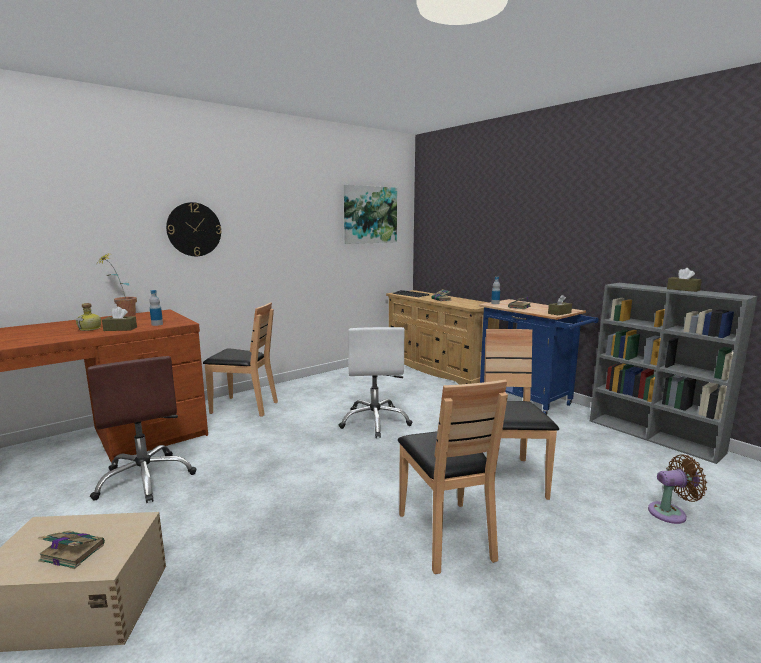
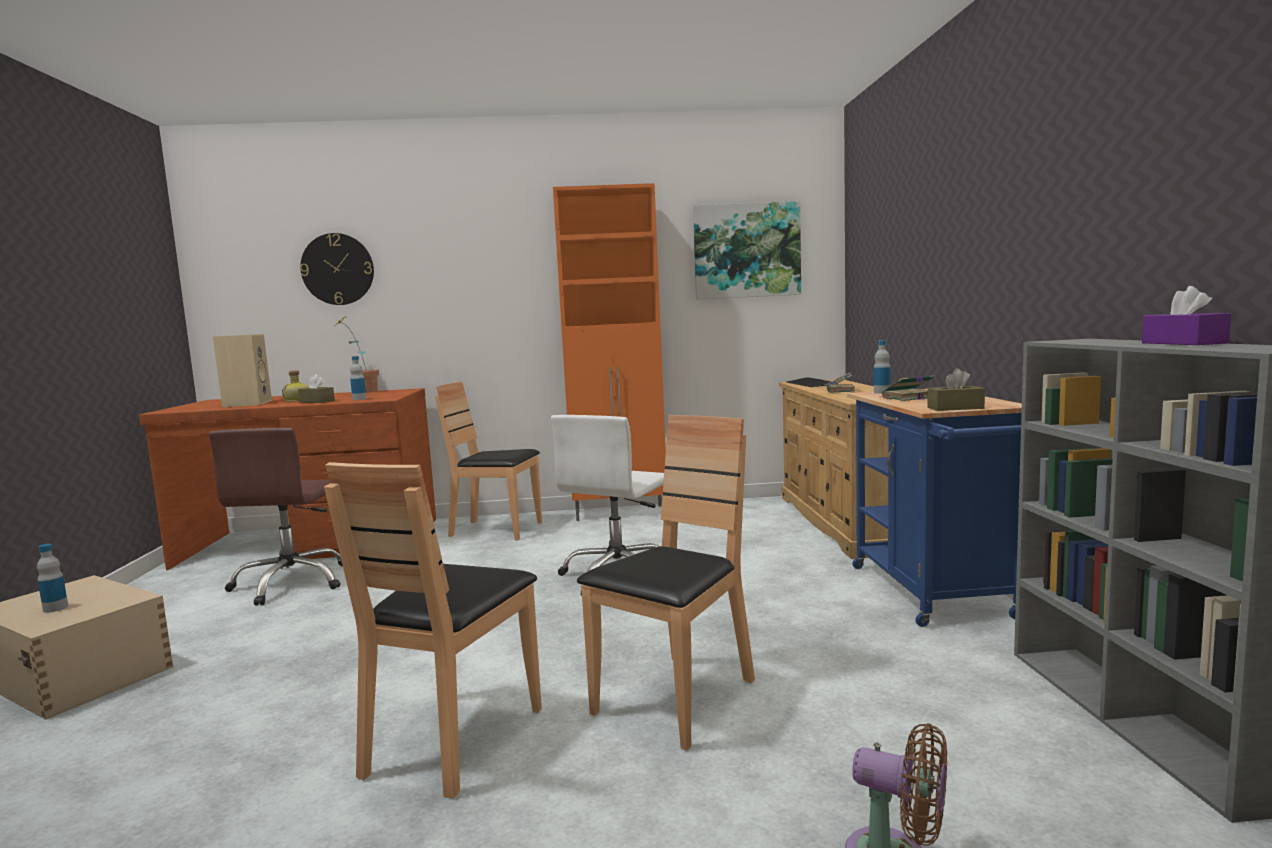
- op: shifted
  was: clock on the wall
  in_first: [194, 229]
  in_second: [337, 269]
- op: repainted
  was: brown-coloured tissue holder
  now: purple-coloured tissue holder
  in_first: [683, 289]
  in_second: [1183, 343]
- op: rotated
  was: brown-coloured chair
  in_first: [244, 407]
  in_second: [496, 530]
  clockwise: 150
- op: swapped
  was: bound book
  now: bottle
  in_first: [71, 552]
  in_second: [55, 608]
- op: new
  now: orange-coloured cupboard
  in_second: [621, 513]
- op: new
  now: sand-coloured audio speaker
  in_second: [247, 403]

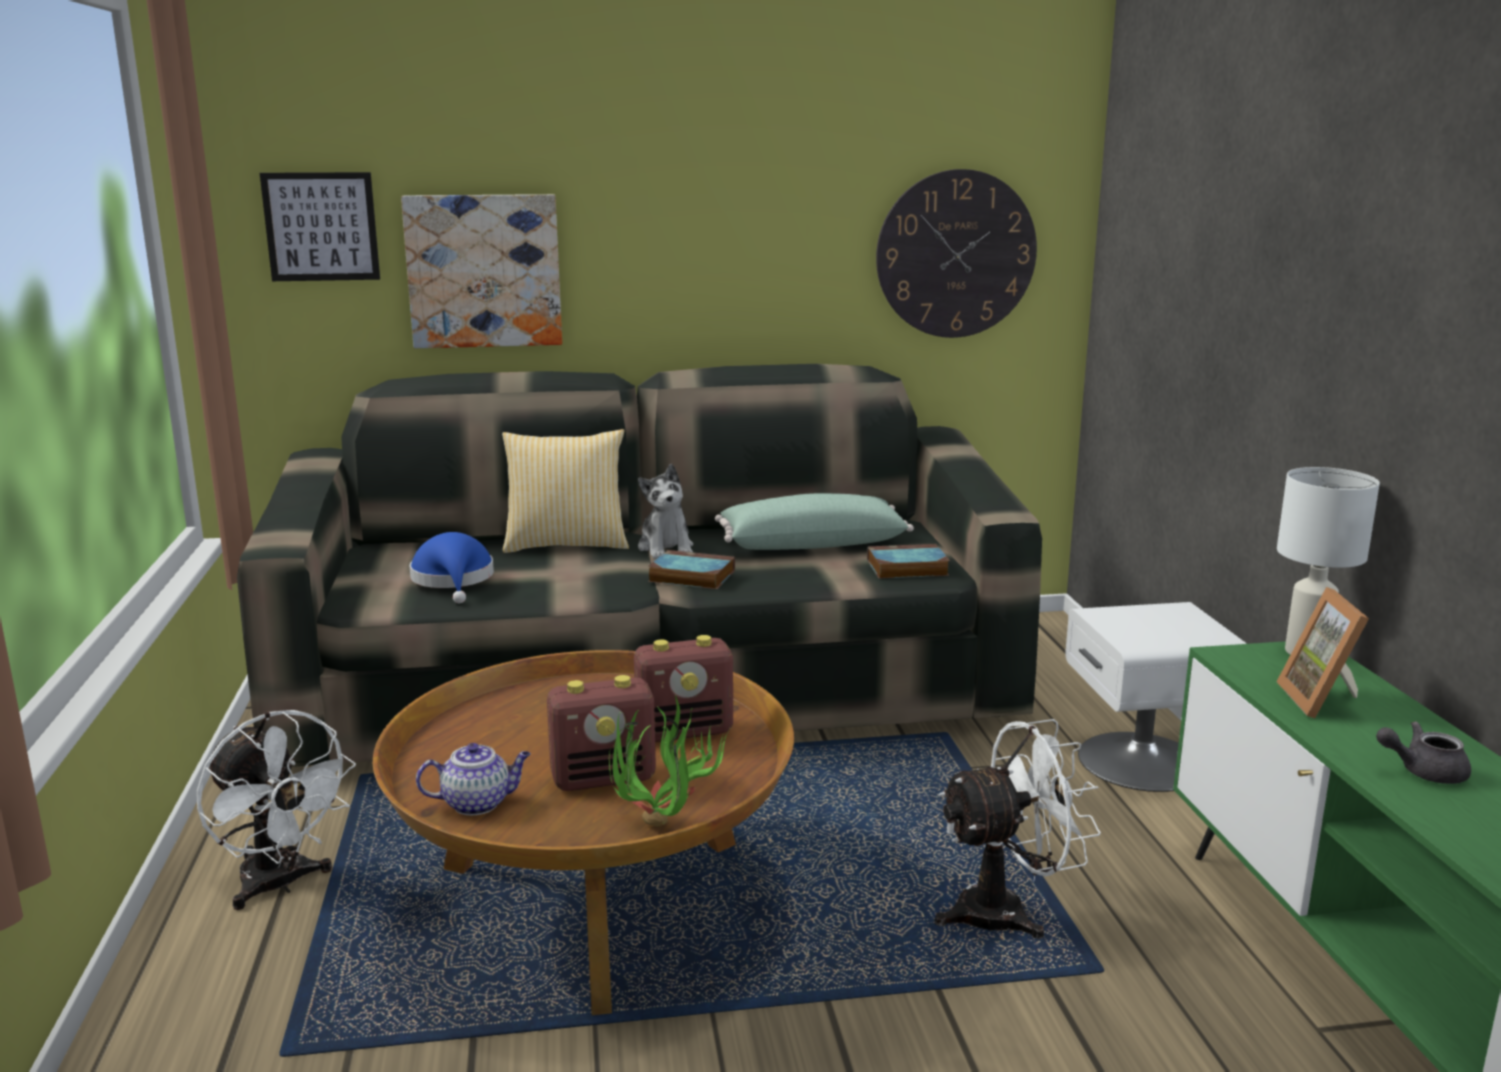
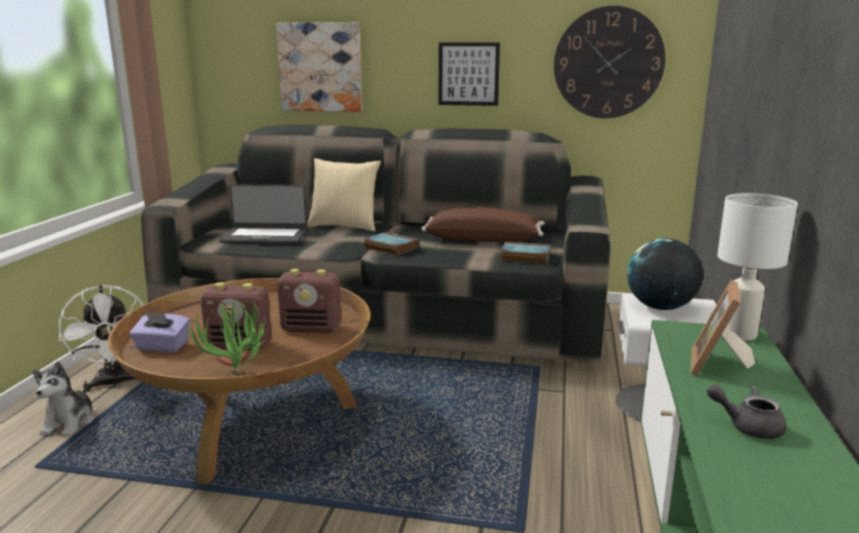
- op: shifted
  was: picture
  in_first: [321, 226]
  in_second: [468, 74]
- op: shifted
  was: cuddly toy
  in_first: [666, 548]
  in_second: [70, 422]
- op: repainted
  was: green throw pillow
  now: brown-coloured throw pillow
  in_first: [812, 544]
  in_second: [483, 239]
- op: swapped
  was: blue-coloured clothing hat
  now: portable computer
  in_first: [454, 580]
  in_second: [265, 236]
- op: gone
  was: whitish fan
  in_first: [1007, 911]
- op: swapped
  was: tea pot
  now: purple-coloured tissue holder
  in_first: [478, 803]
  in_second: [162, 347]
- op: new
  now: world globe
  in_second: [660, 307]

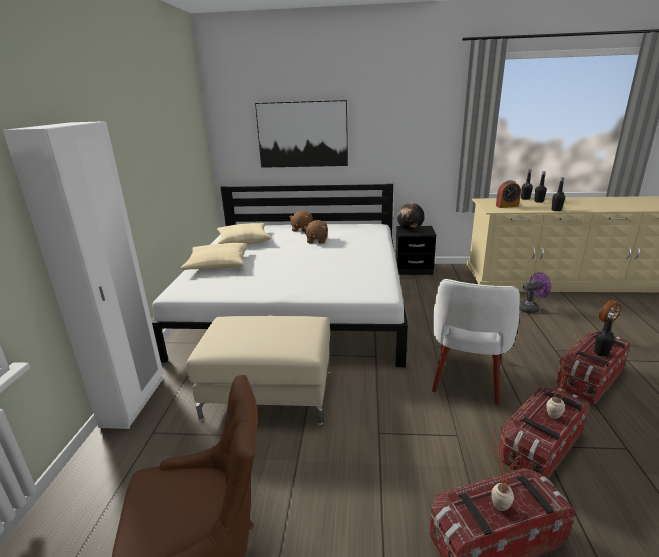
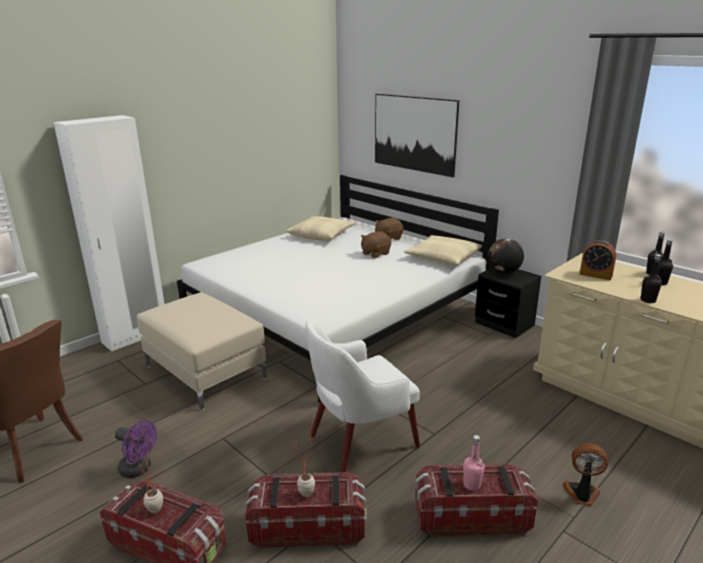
- op: shifted
  was: sand-coloured throw pillow
  in_first: [217, 264]
  in_second: [443, 257]
- op: shifted
  was: purple-coloured fan
  in_first: [531, 308]
  in_second: [139, 469]
- op: repainted
  was: black-coloured bottle
  now: pink bottle
  in_first: [601, 353]
  in_second: [472, 484]

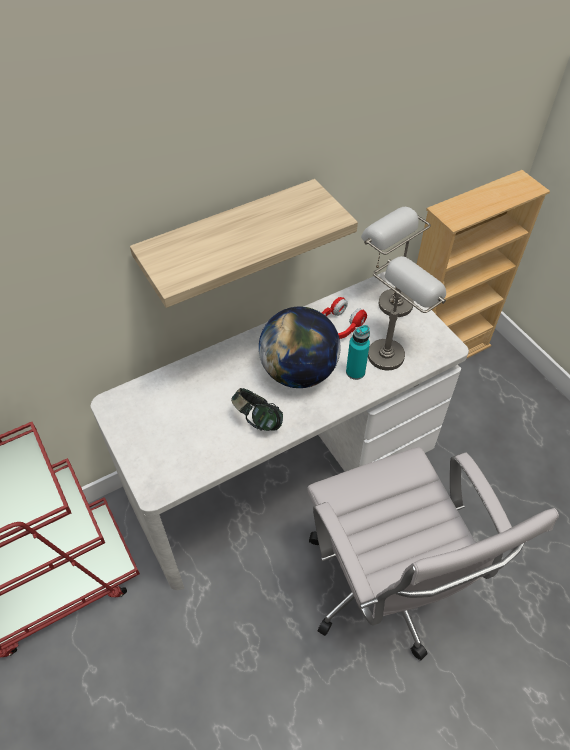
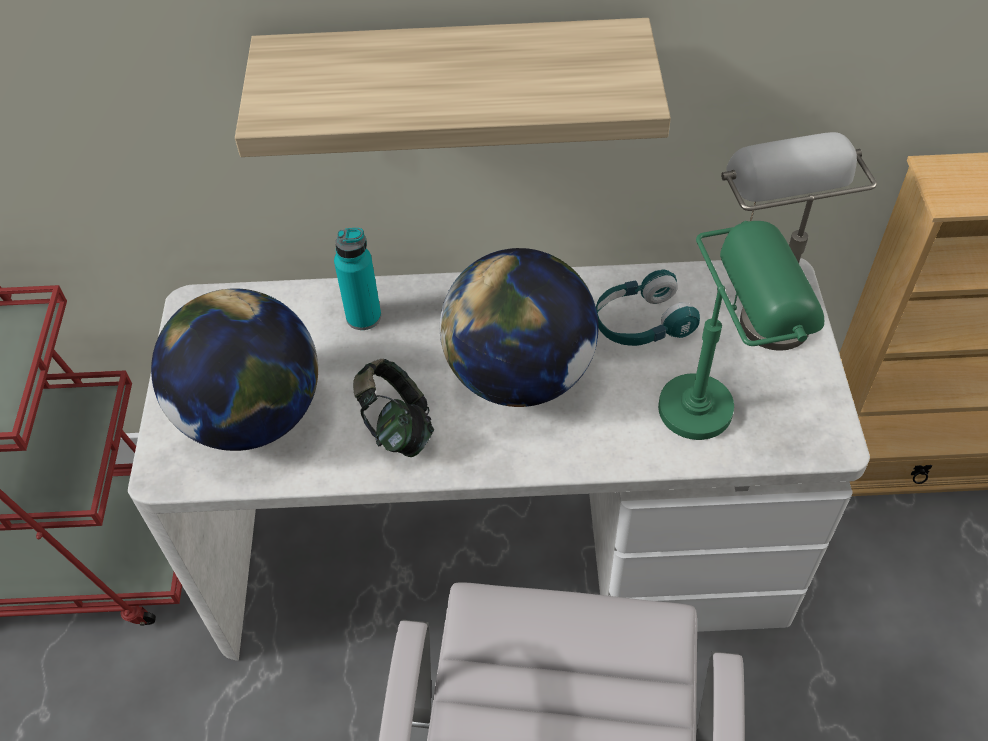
- op: repainted
  was: grey tabletop lamp
  now: green tabletop lamp
  in_first: [394, 348]
  in_second: [719, 402]
- op: repainted
  was: red-coloured pair of headphones
  now: turquoise-coloured pair of headphones
  in_first: [338, 326]
  in_second: [641, 323]
- op: shifted
  was: turquoise-coloured bottle
  in_first: [355, 372]
  in_second: [363, 317]
- op: new
  now: world globe
  in_second: [253, 416]

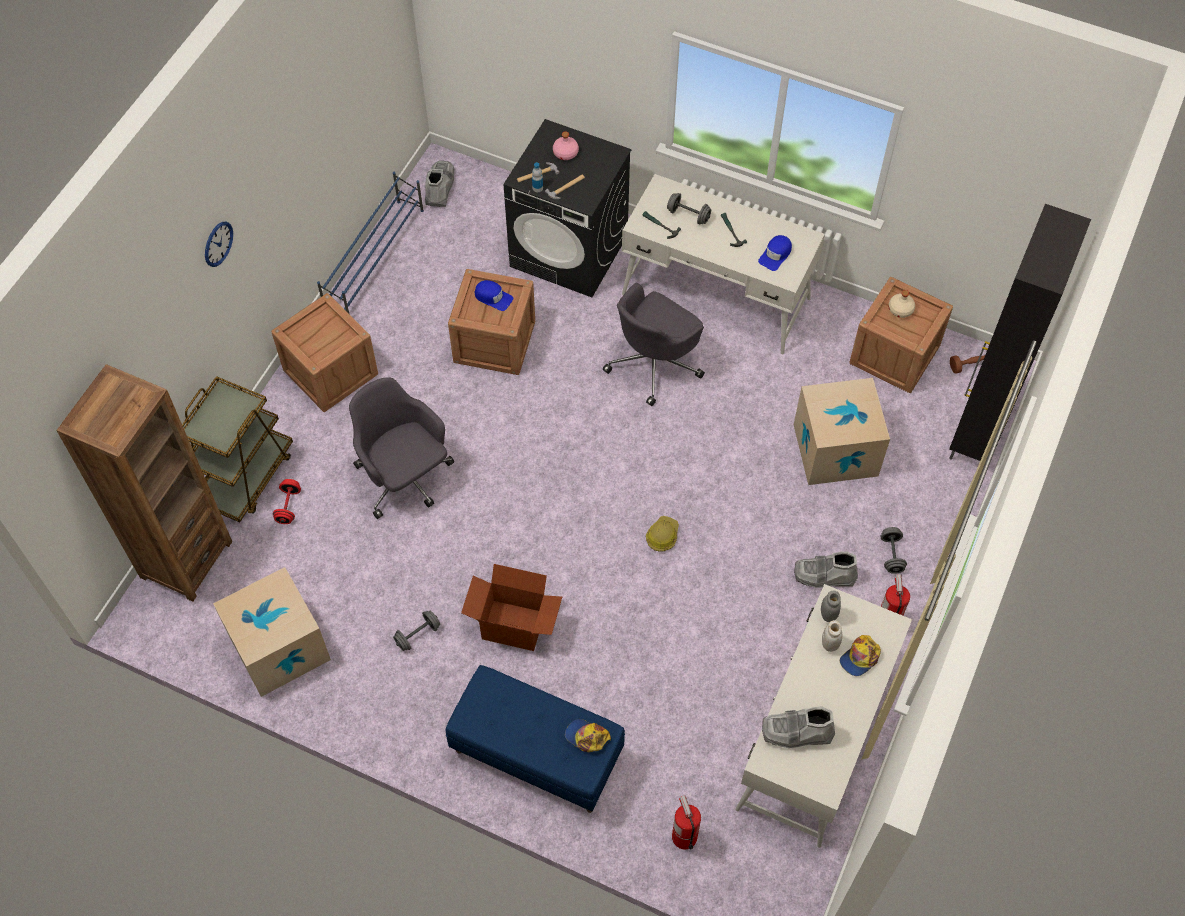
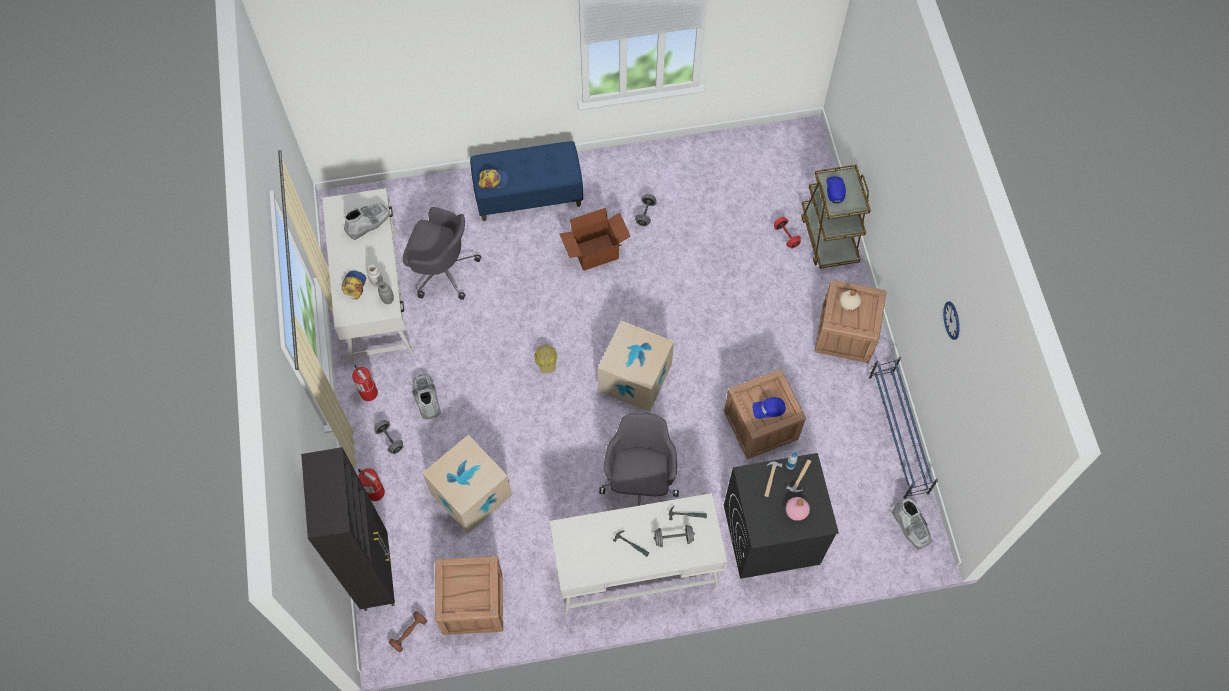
- op: shifted
  was: clock on the wall
  in_first: [218, 244]
  in_second: [952, 320]
- op: shifted
  was: blue-coloured cap
  in_first: [775, 255]
  in_second: [835, 190]
- op: shifted
  was: sand-coloured bottle
  in_first: [900, 310]
  in_second: [849, 302]
- op: gone
  was: brown-coloured bookshelf
  in_first: [186, 559]
- op: shifted
  was: grey desk chair
  in_first: [405, 478]
  in_second: [442, 270]
- op: rotated
  was: grey tall boot
  in_first: [824, 575]
  in_second: [426, 398]
  clockwise: -75
- op: shifted
  was: cardboard box
  in_first: [279, 647]
  in_second: [635, 378]
- op: shifted
  was: extinguisher
  in_first: [684, 836]
  in_second: [376, 492]

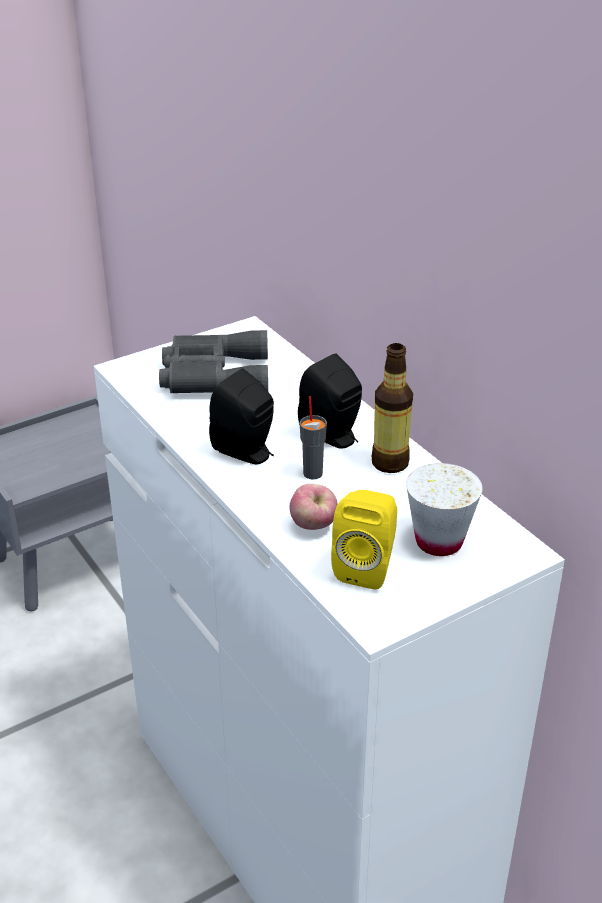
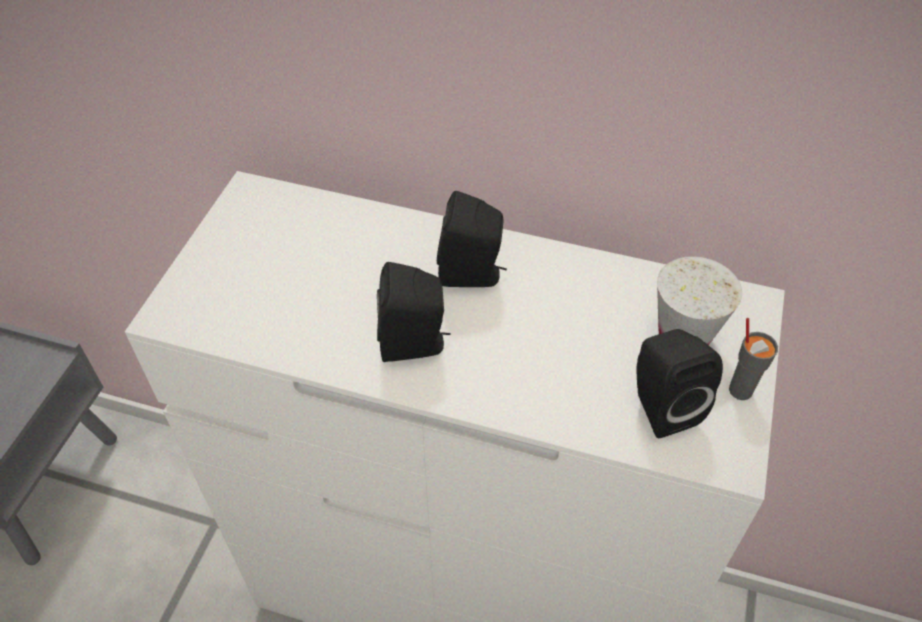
- op: gone
  was: grey pair of binoculars
  in_first: [212, 375]
- op: gone
  was: bottle
  in_first: [390, 463]
- op: shifted
  was: grey cup
  in_first: [313, 473]
  in_second: [740, 389]
- op: gone
  was: apple
  in_first: [313, 526]
- op: repainted
  was: yellow-coloured audio speaker
  now: black-coloured audio speaker
  in_first: [366, 567]
  in_second: [660, 406]

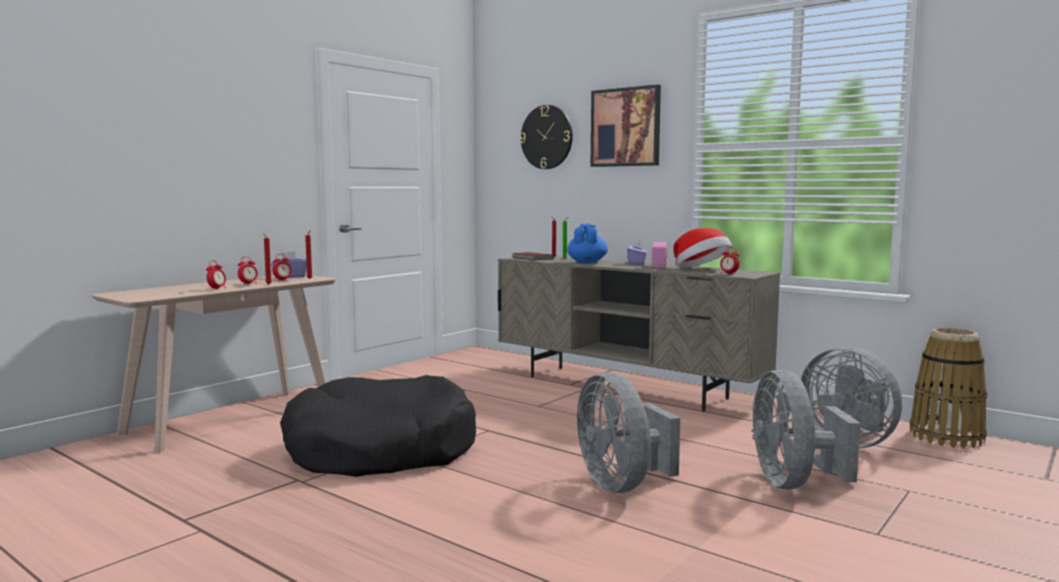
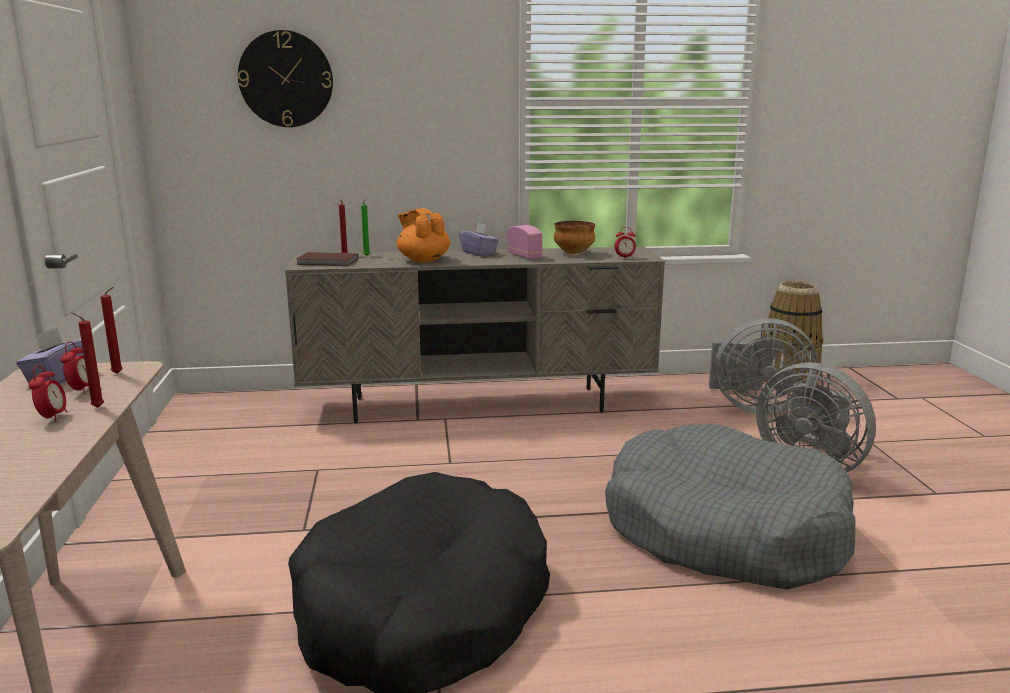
- op: gone
  was: picture
  in_first: [625, 127]
- op: repainted
  was: blue-coloured tea pot
  now: orange-coloured tea pot
  in_first: [587, 262]
  in_second: [423, 260]
- op: swapped
  was: clothing hat
  now: bowl
  in_first: [701, 269]
  in_second: [573, 253]
- op: gone
  was: table clock
  in_first: [216, 289]
- op: swapped
  was: grey fan
  now: grey dog cushion
  in_first: [622, 484]
  in_second: [724, 530]

